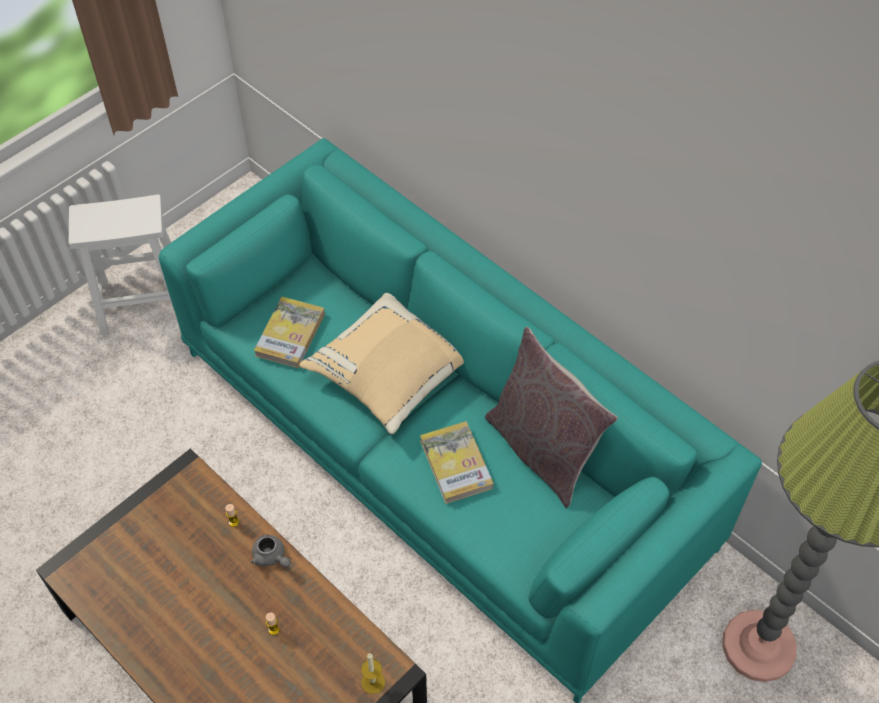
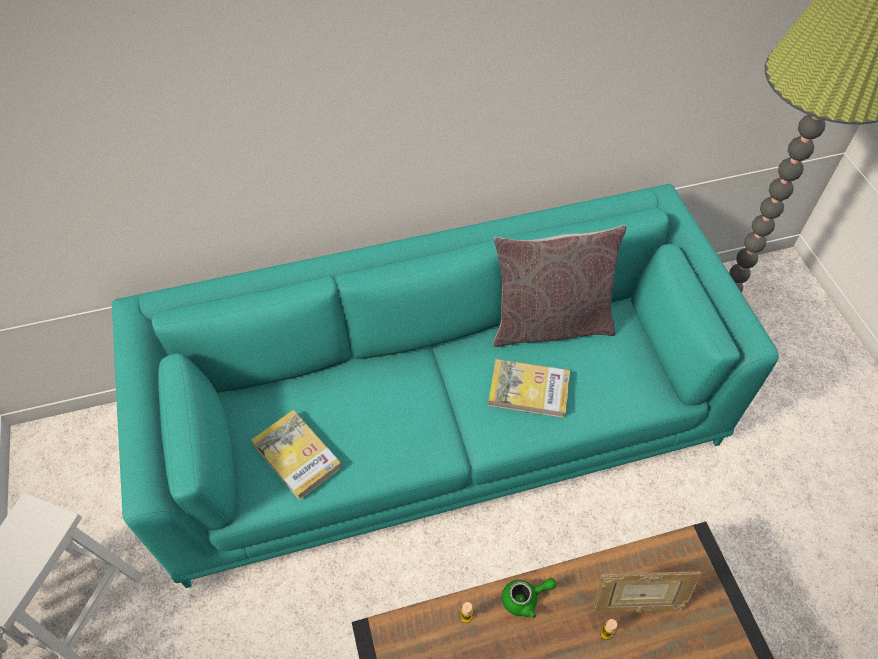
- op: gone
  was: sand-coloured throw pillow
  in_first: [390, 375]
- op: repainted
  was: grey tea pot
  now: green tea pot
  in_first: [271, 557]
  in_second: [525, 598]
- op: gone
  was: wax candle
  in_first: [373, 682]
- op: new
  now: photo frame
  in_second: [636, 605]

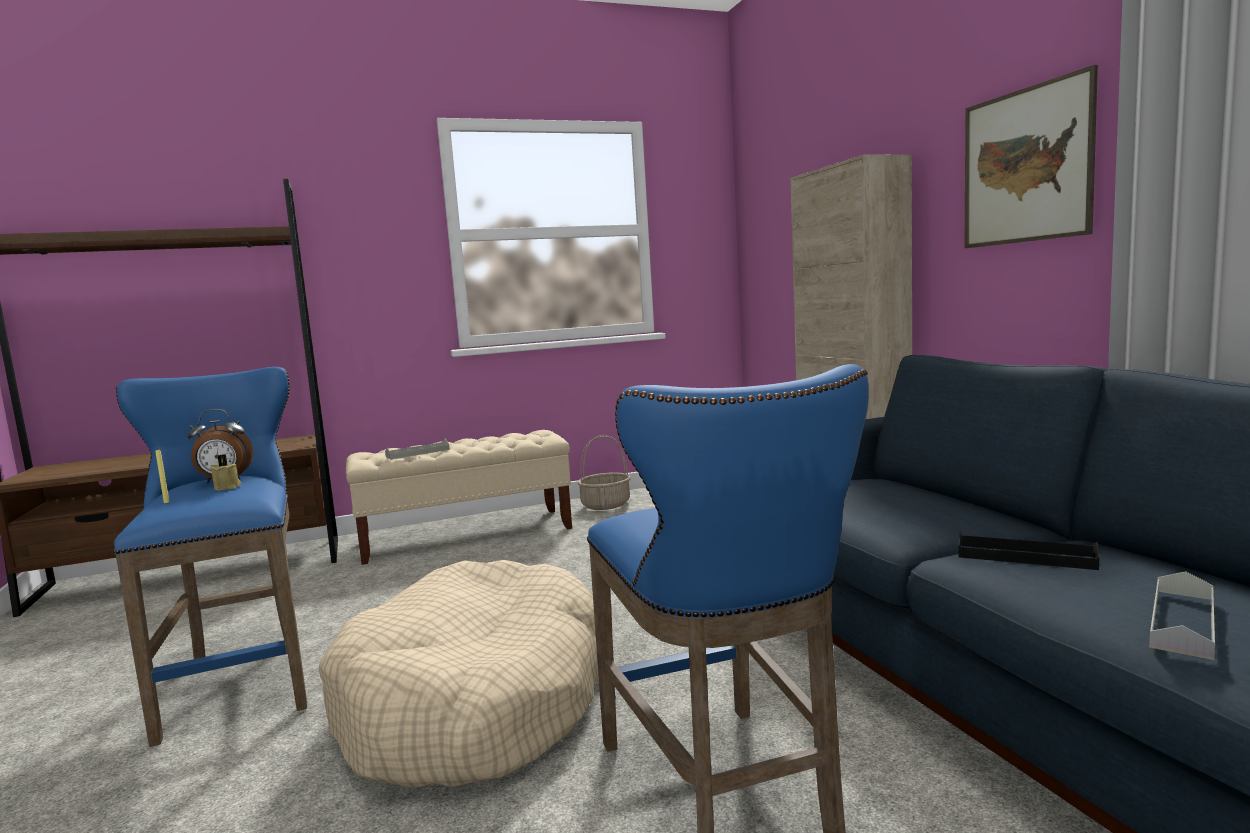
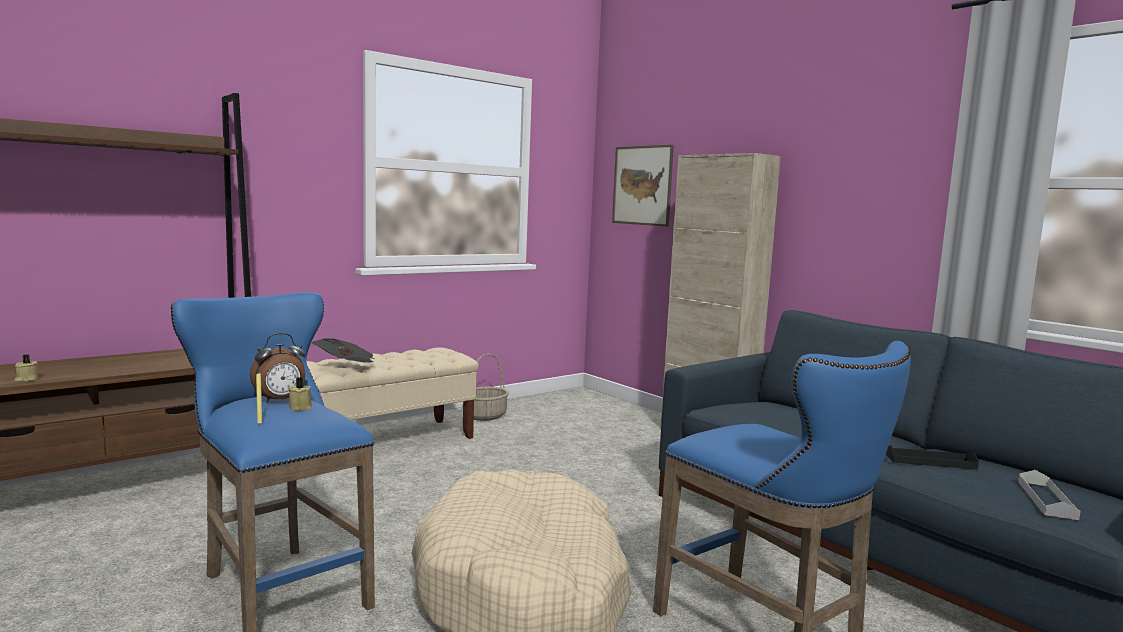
- op: shifted
  was: picture
  in_first: [1025, 166]
  in_second: [642, 185]
- op: swapped
  was: grey carrying tray
  now: printed paper
  in_first: [418, 453]
  in_second: [346, 368]
- op: new
  now: sand-coloured wax candle
  in_second: [26, 379]

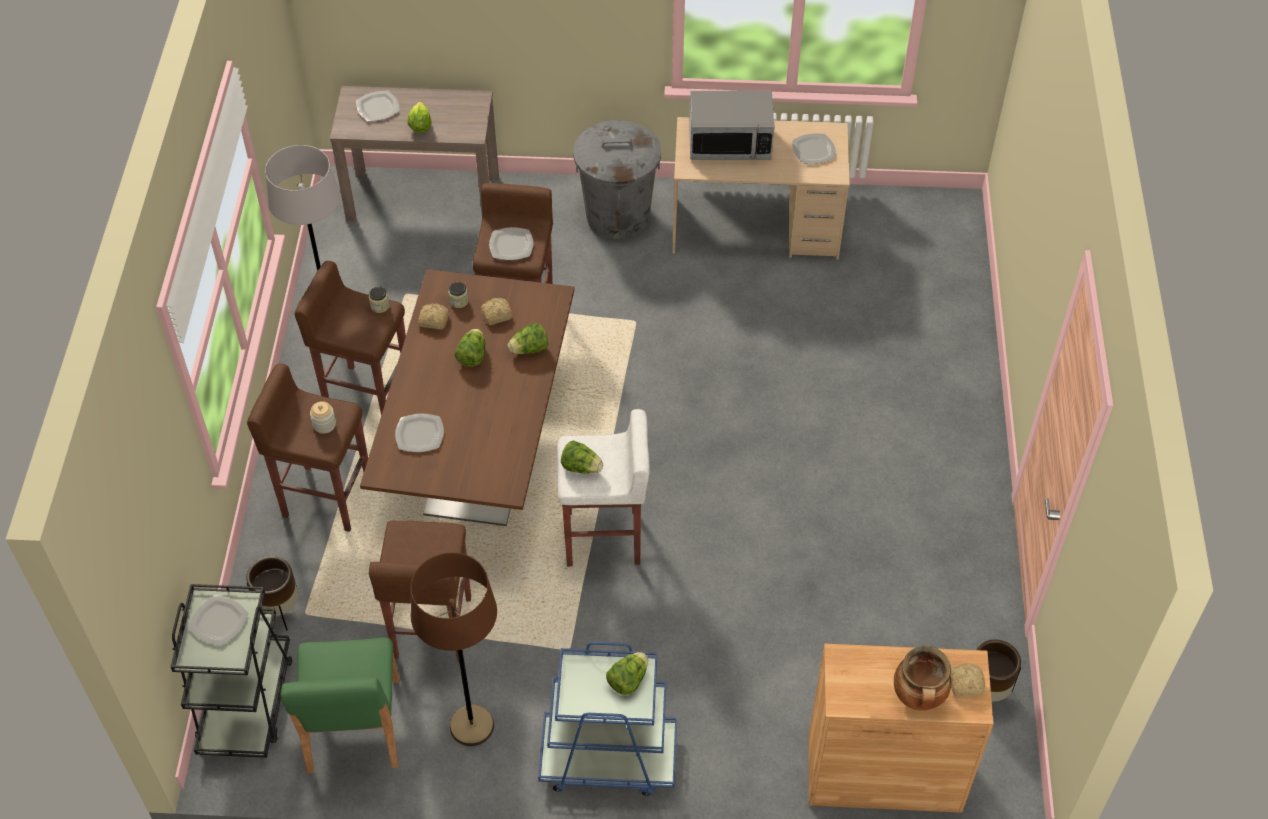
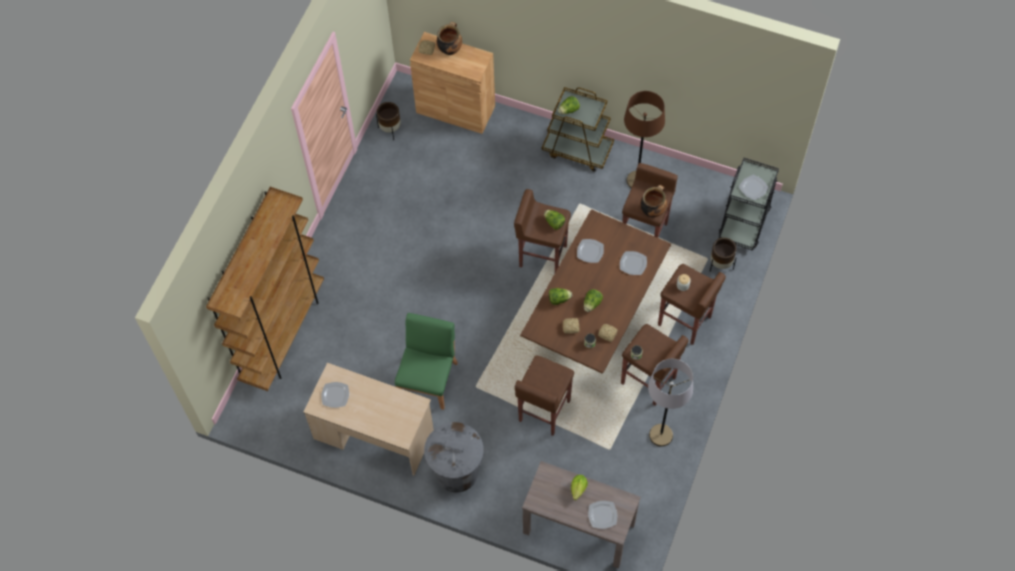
- op: gone
  was: microwave oven
  in_first: [730, 143]
- op: shifted
  was: flat dish
  in_first: [511, 246]
  in_second: [590, 251]
- op: repainted
  was: whitish sitting stool
  now: brown-coloured sitting stool
  in_first: [604, 539]
  in_second: [542, 255]
- op: shifted
  was: green chair
  in_first: [353, 726]
  in_second: [429, 380]
- op: repainted
  was: blue-coloured cart
  now: brown-coloured cart
  in_first: [607, 758]
  in_second: [578, 149]
- op: new
  now: saucepot
  in_second: [652, 210]
- op: new
  now: brown-coloured bookshelf
  in_second: [283, 334]

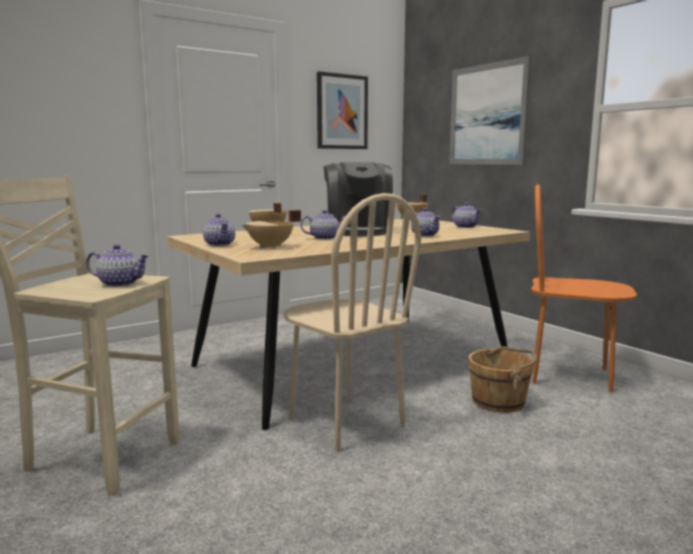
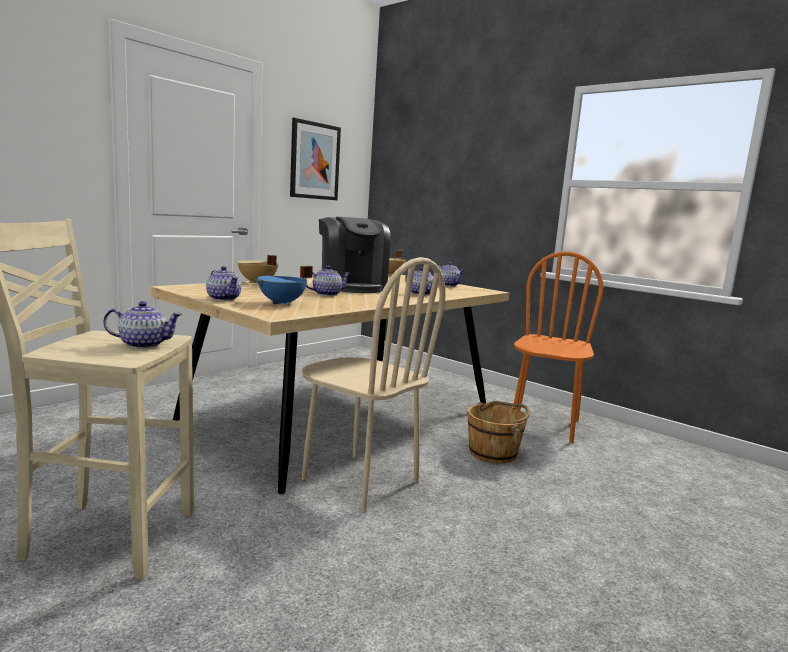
- op: gone
  was: picture
  in_first: [487, 115]
- op: rotated
  was: orange-coloured chair
  in_first: [570, 375]
  in_second: [544, 425]
  clockwise: 105
- op: repainted
  was: sand-coloured saucepot
  now: blue-coloured saucepot
  in_first: [271, 247]
  in_second: [282, 303]

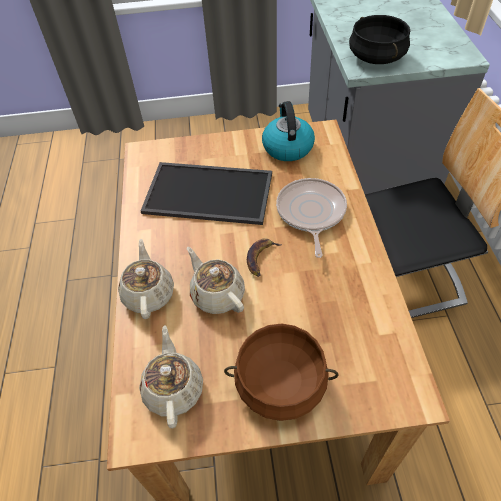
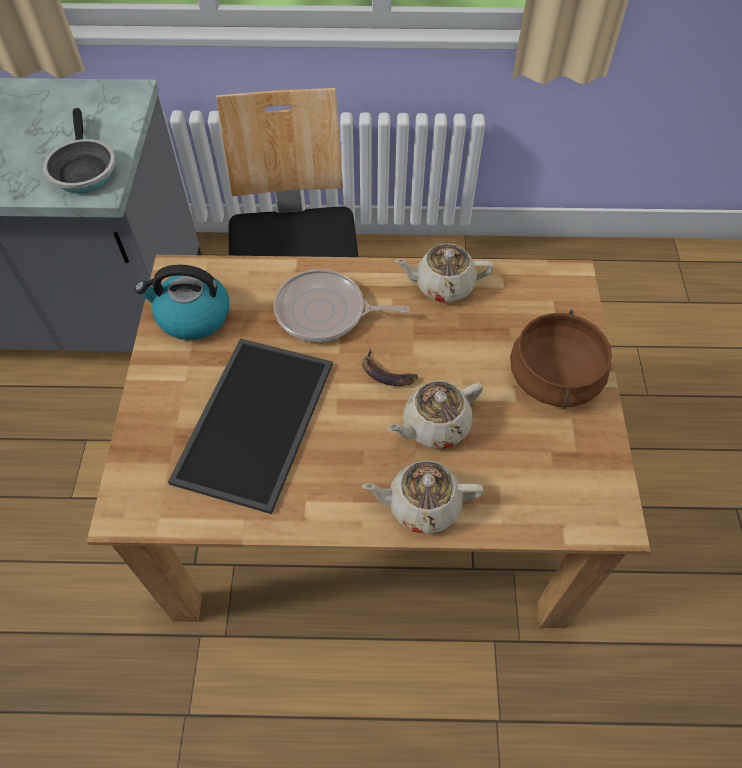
- op: swapped
  was: black-coloured saucepot
  now: pan
  in_first: [376, 57]
  in_second: [83, 169]
- op: shifted
  was: sand-coloured tea pot
  in_first: [174, 388]
  in_second: [443, 285]

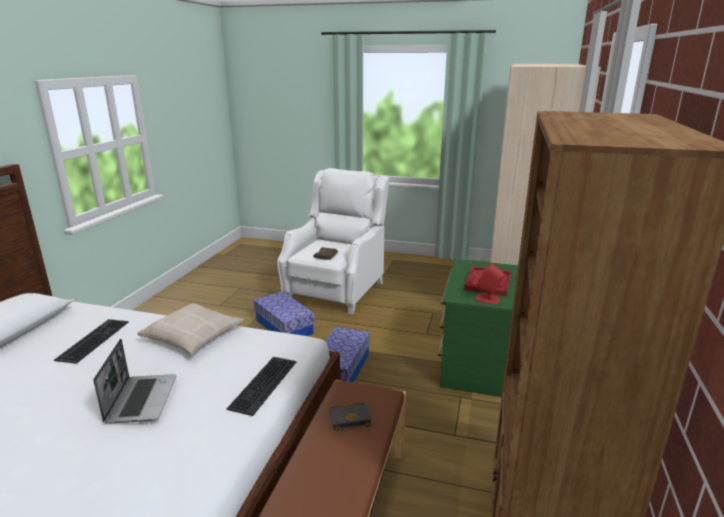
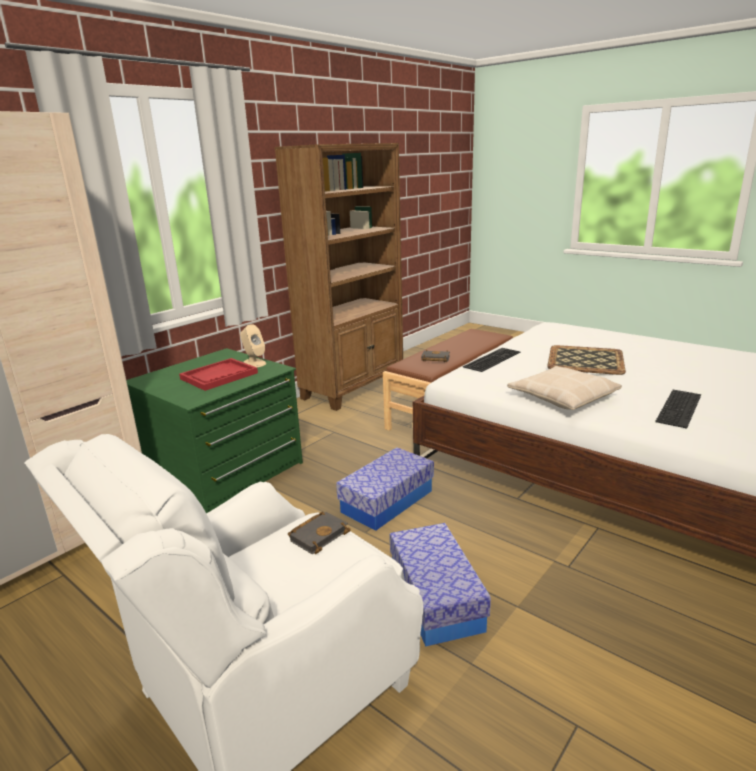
- op: repainted
  was: red-coloured audio speaker
  now: sand-coloured audio speaker
  in_first: [487, 299]
  in_second: [254, 363]
- op: swapped
  was: portable computer
  now: carrying tray
  in_first: [141, 399]
  in_second: [586, 360]

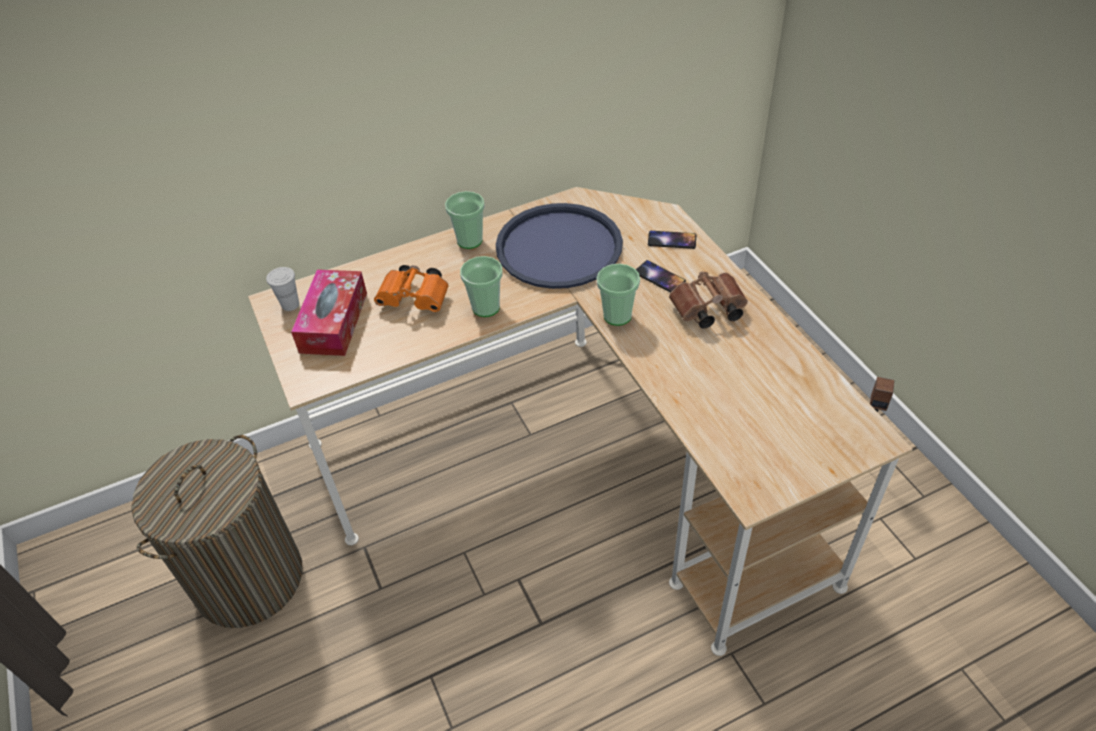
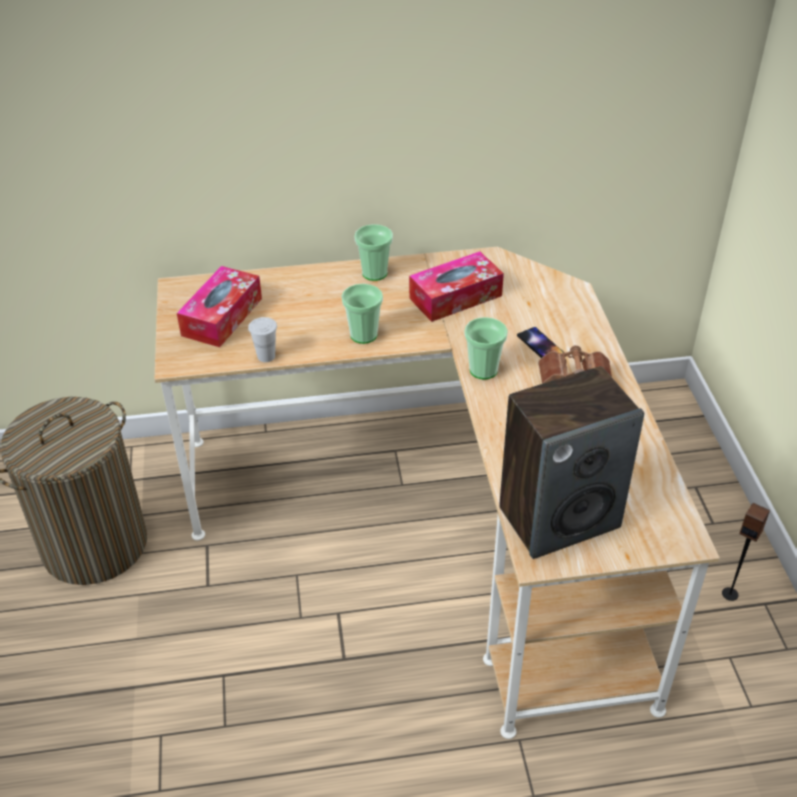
- op: swapped
  was: blue-coloured carrying tray
  now: tissue holder
  in_first: [558, 247]
  in_second: [455, 297]
- op: gone
  was: handset
  in_first: [672, 240]
- op: gone
  was: orange-coloured pair of binoculars
  in_first: [416, 299]
- op: shifted
  was: whitish cup
  in_first: [290, 304]
  in_second: [266, 356]
- op: new
  now: audio speaker
  in_second: [559, 517]

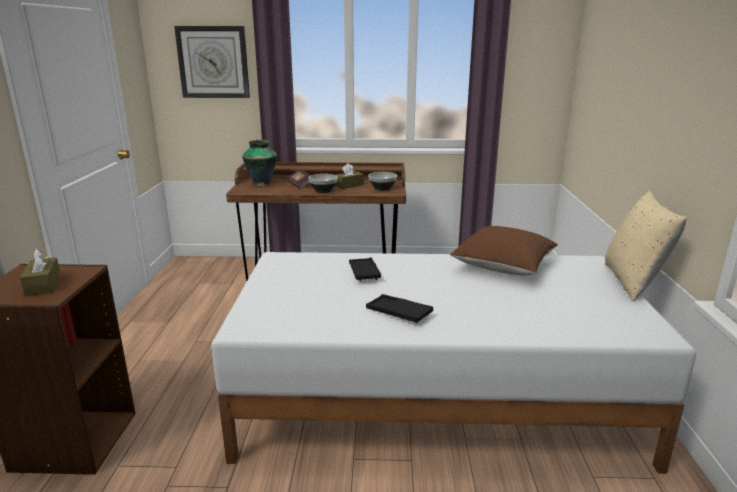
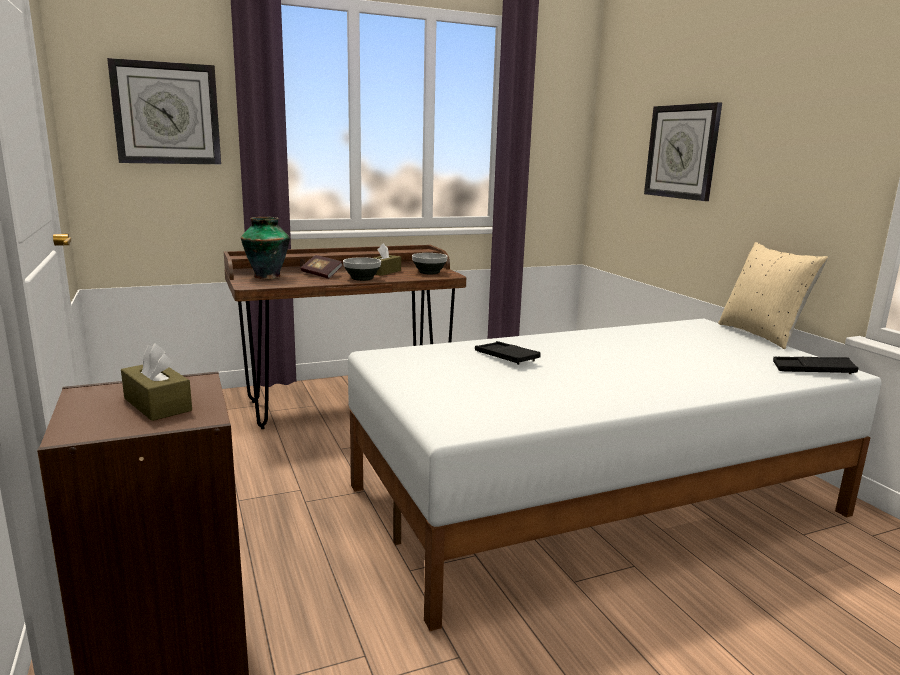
- op: gone
  was: brown-coloured throw pillow
  in_first: [503, 266]
- op: shifted
  was: black-coloured carrying tray
  in_first: [398, 312]
  in_second: [813, 370]
- op: new
  now: clock on the wall
  in_second: [682, 152]

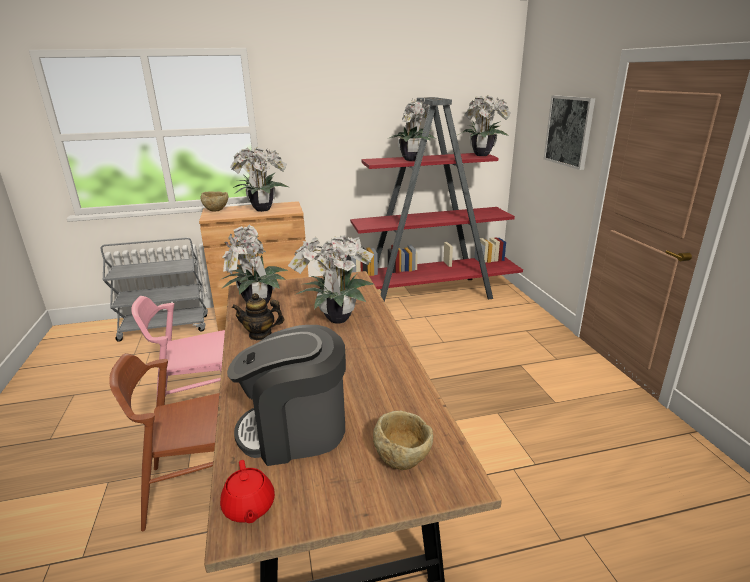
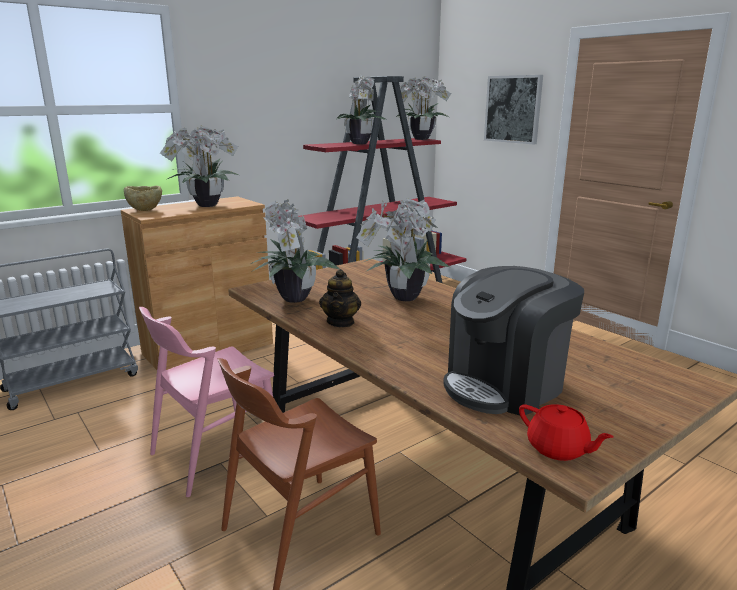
- op: rotated
  was: tea pot
  in_first: [260, 334]
  in_second: [341, 322]
  clockwise: -60
- op: gone
  was: sand-coloured bowl
  in_first: [403, 458]

